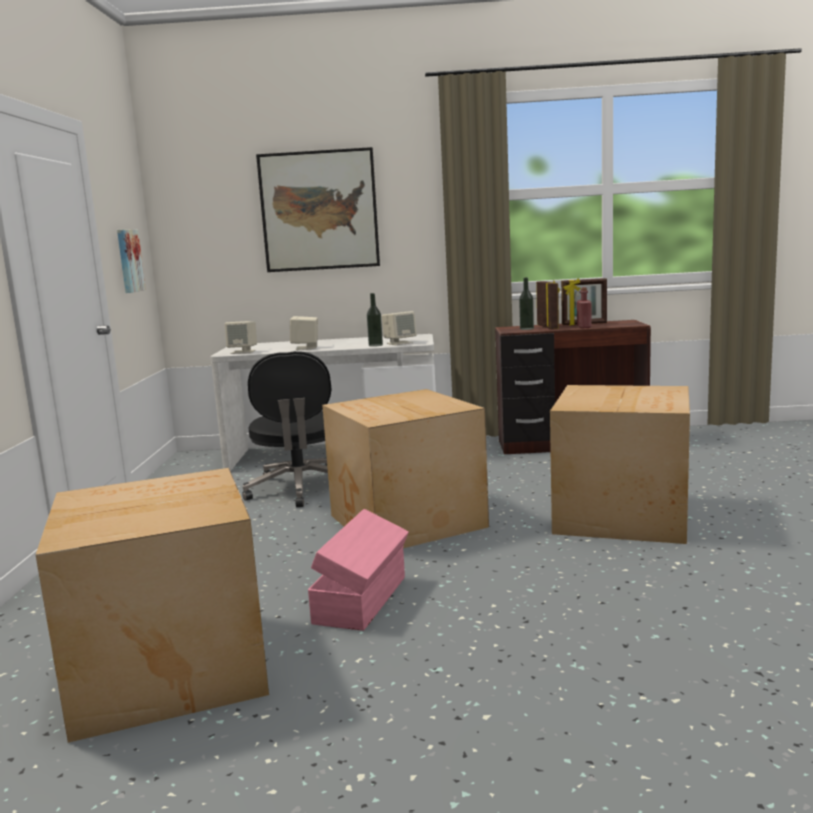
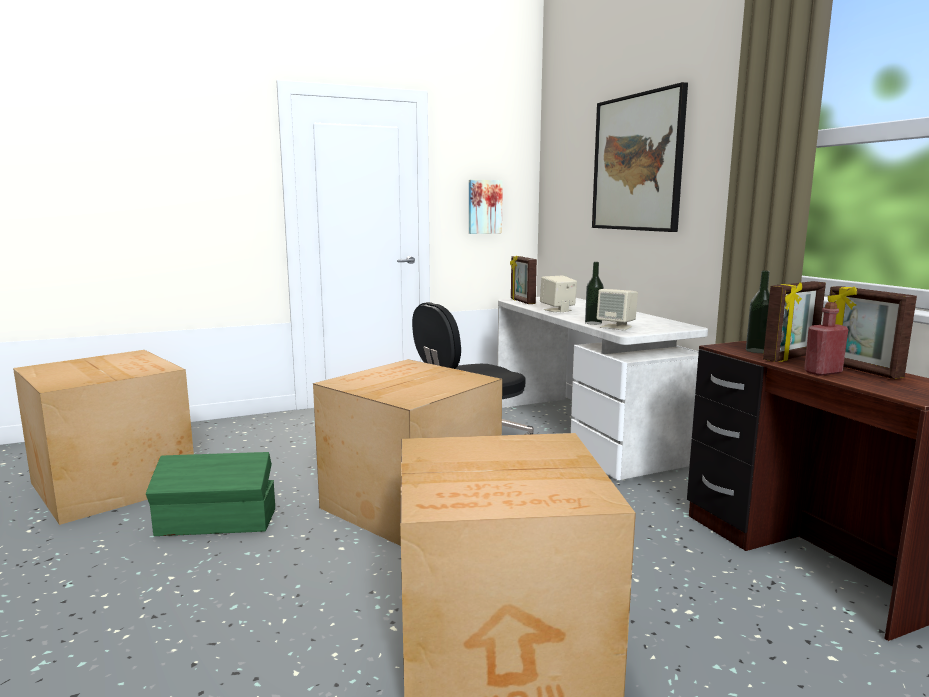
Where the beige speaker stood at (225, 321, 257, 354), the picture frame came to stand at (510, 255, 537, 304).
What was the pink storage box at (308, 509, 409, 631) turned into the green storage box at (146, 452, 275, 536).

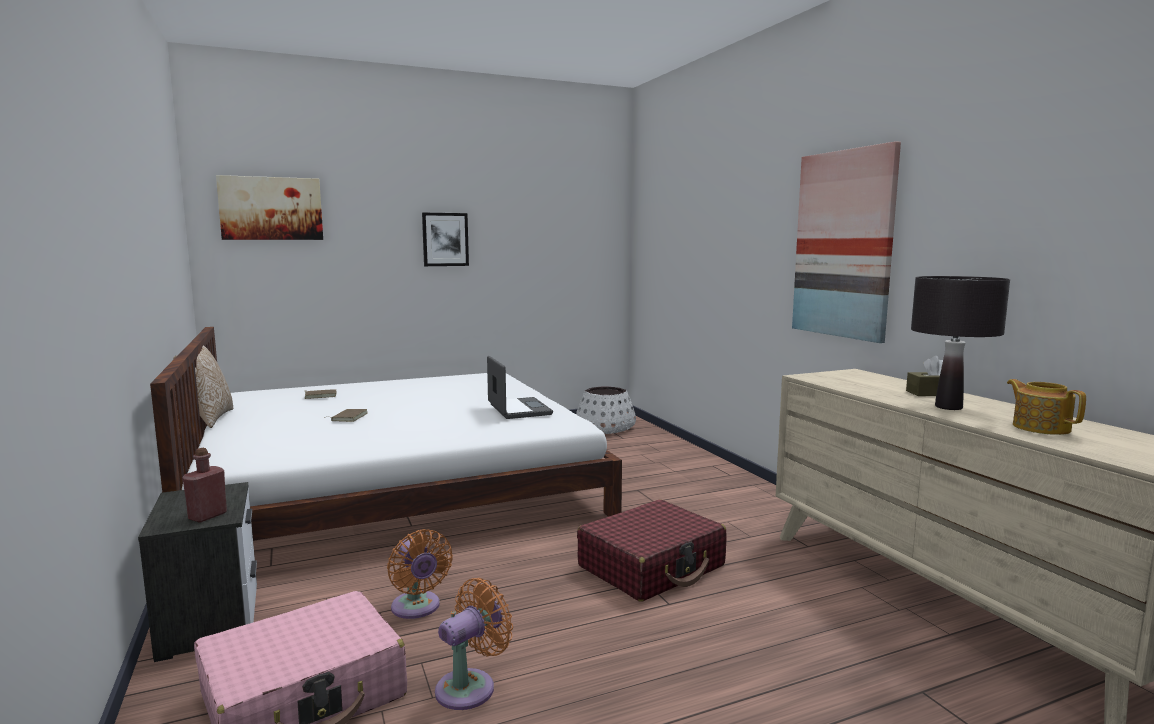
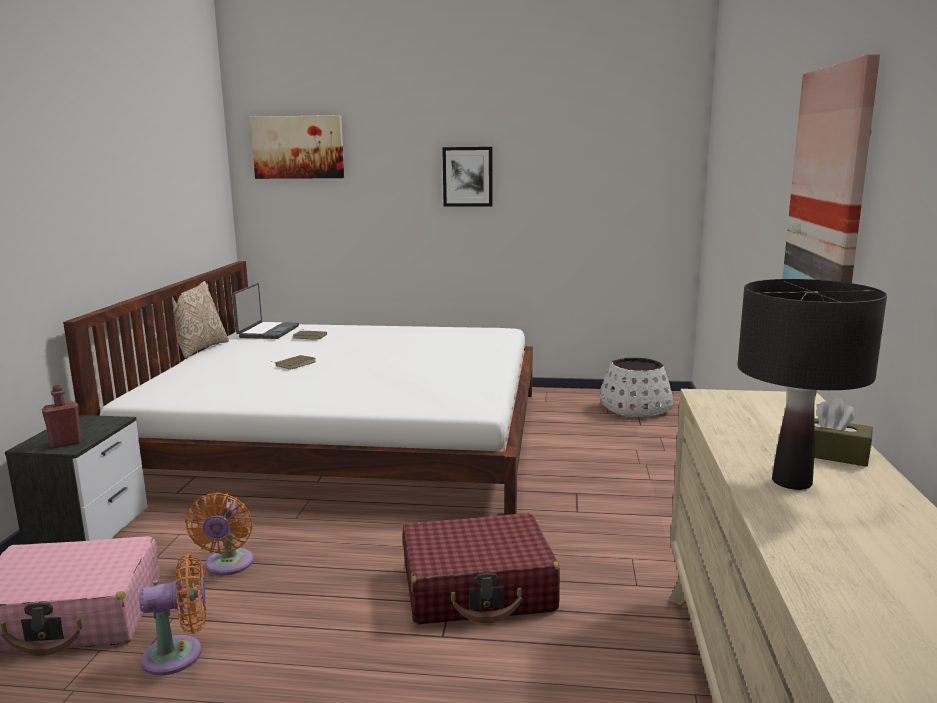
The second view lost the teapot at (1007, 379, 1086, 435).
The laptop ended up elsewhere, having gone from (487, 356, 553, 419) to (233, 283, 299, 339).

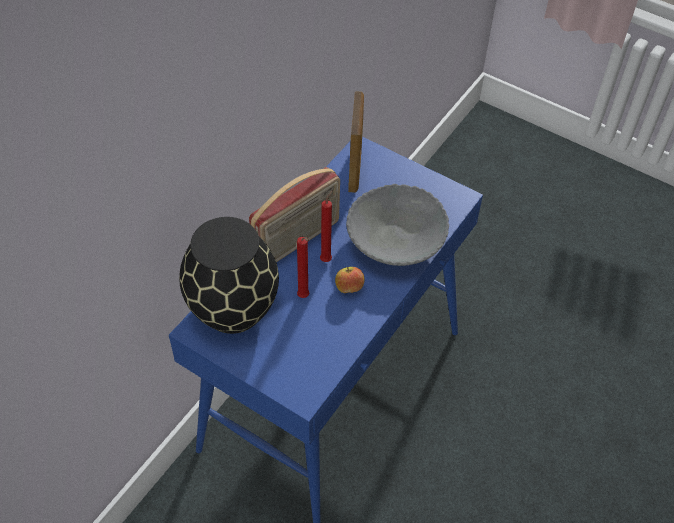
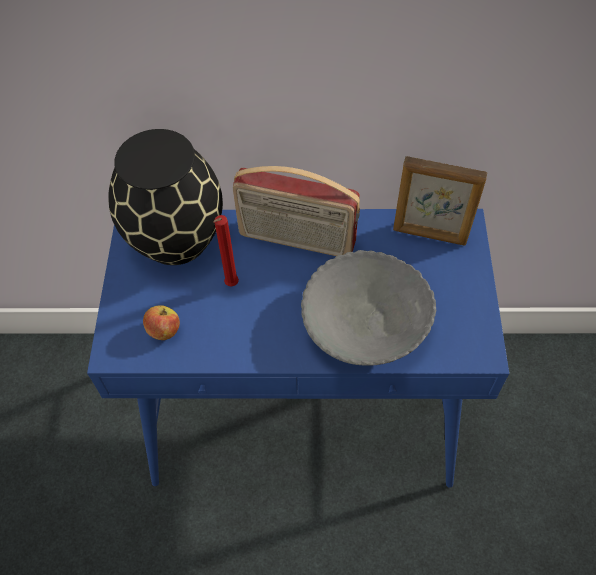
The second view lost the red candle at (320, 190, 333, 262).
The apple ended up elsewhere, having gone from (335, 267, 365, 293) to (143, 305, 180, 340).
The picture frame at (348, 91, 364, 193) ended up facing another way, 45 degrees clockwise from before.

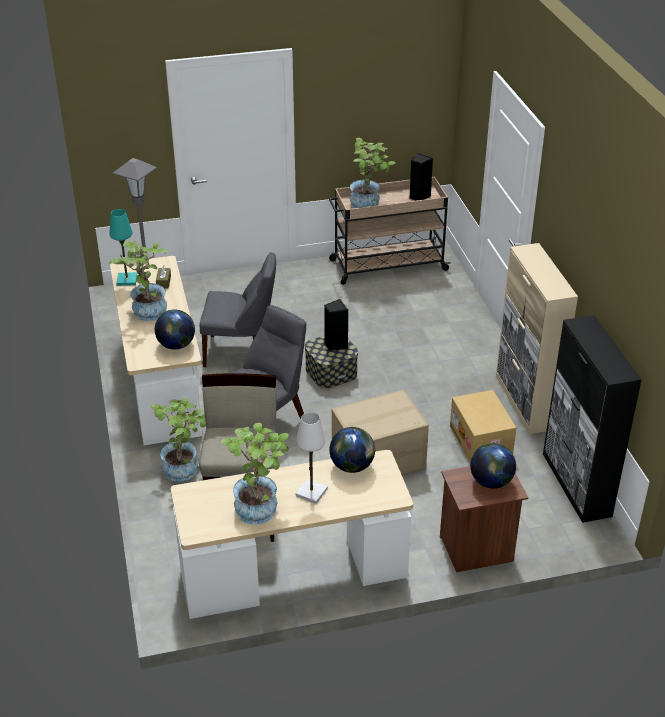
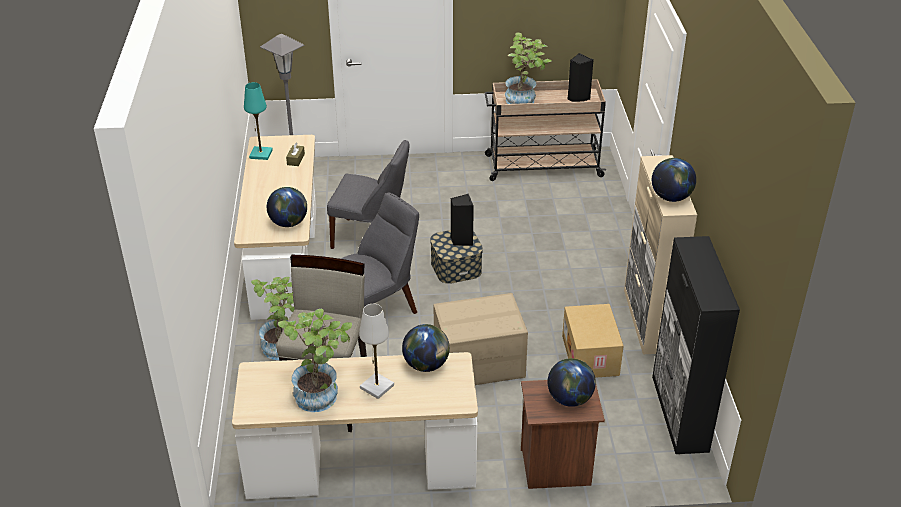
The second view lost the potted plant at (109, 241, 168, 321).
The second view gained the globe at (652, 158, 696, 202).

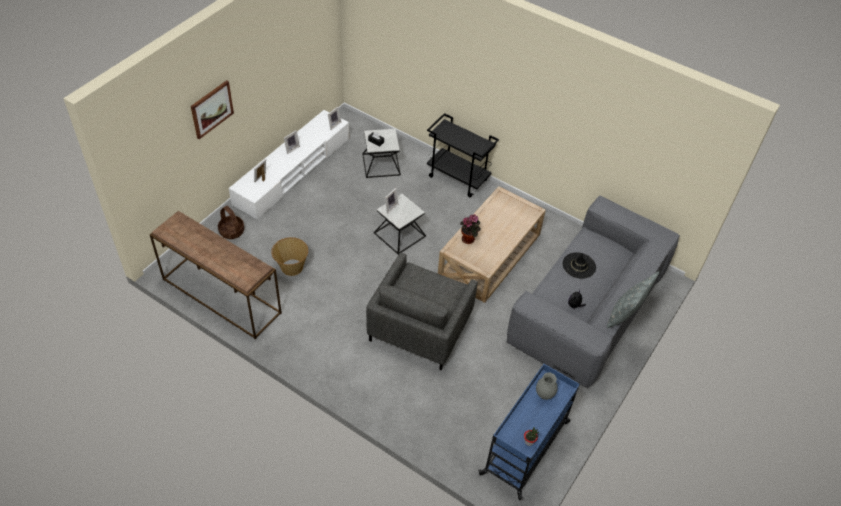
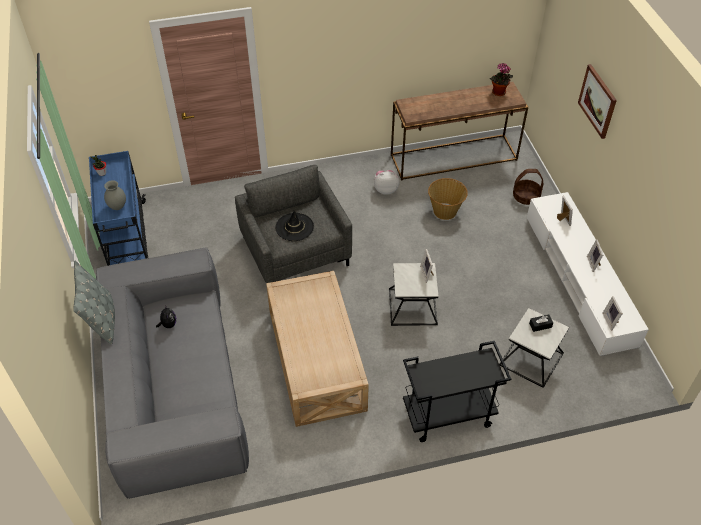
The second view gained the plush toy at (374, 170, 399, 195).
The potted plant ended up elsewhere, having gone from (460, 214, 481, 244) to (489, 63, 513, 96).
The black hat ended up elsewhere, having gone from (563, 252, 596, 279) to (275, 211, 314, 241).

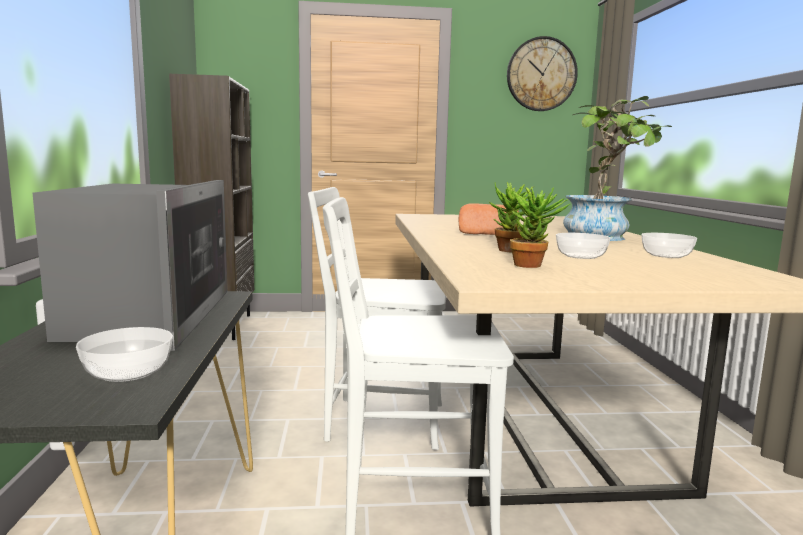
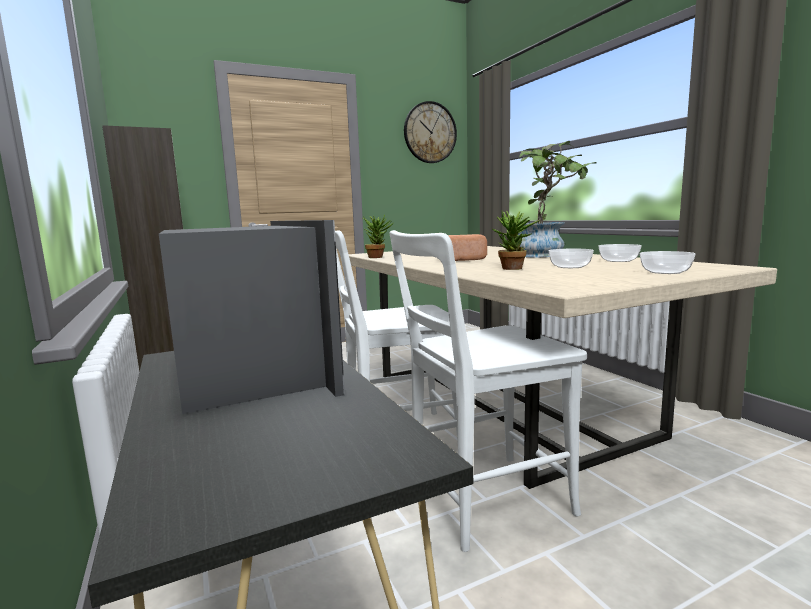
The bowl ended up elsewhere, having gone from (76, 327, 173, 382) to (640, 251, 696, 274).
The potted plant ended up elsewhere, having gone from (510, 187, 570, 268) to (363, 215, 393, 258).

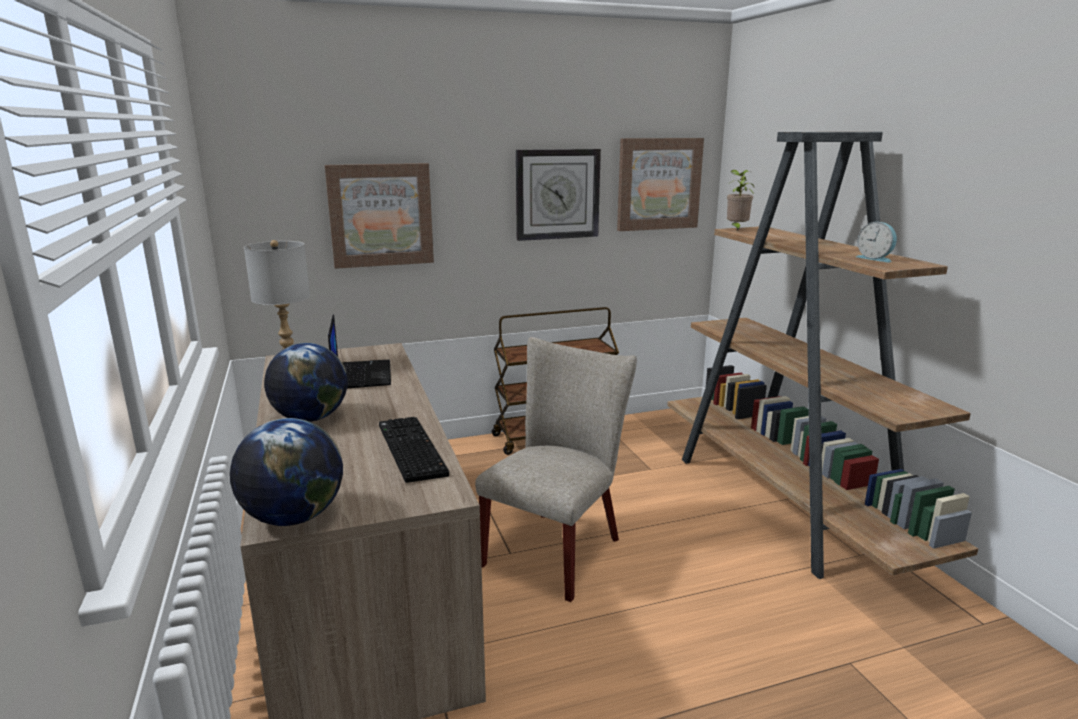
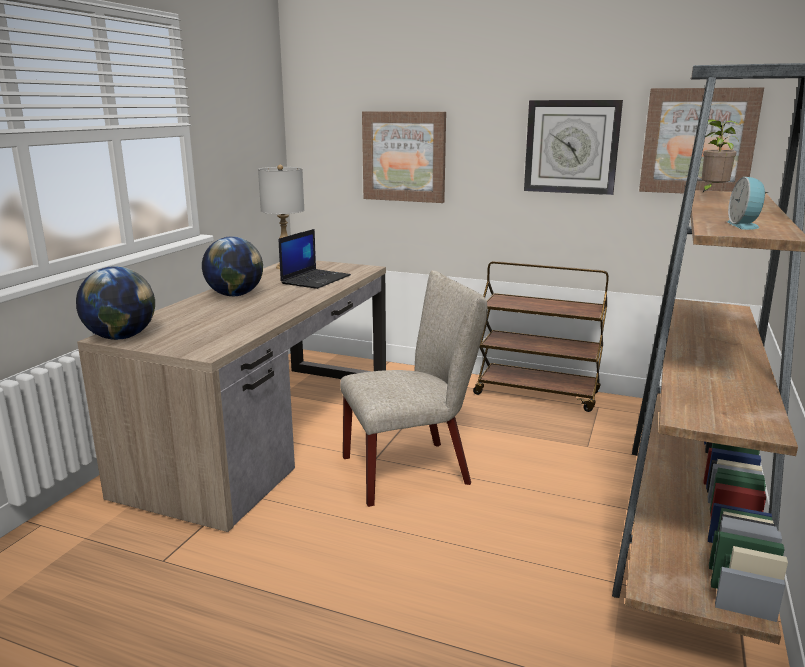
The second view lost the keyboard at (379, 417, 449, 483).

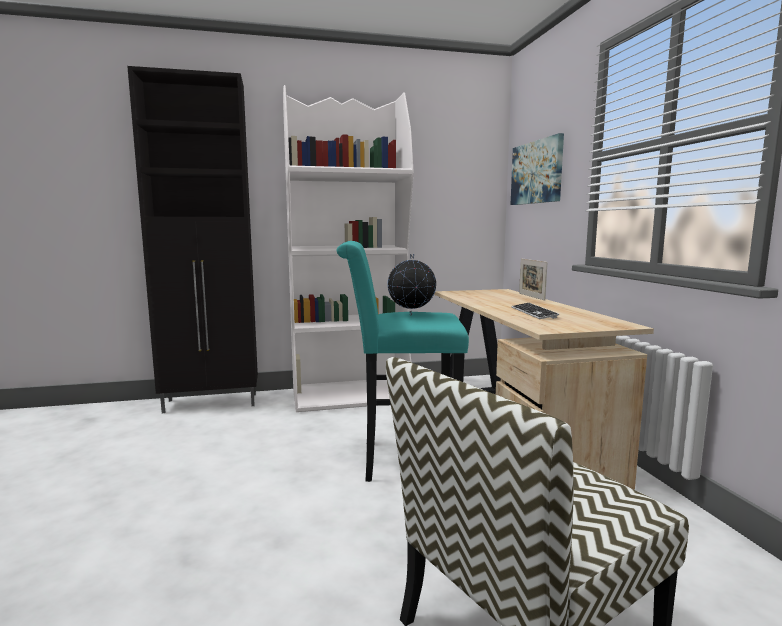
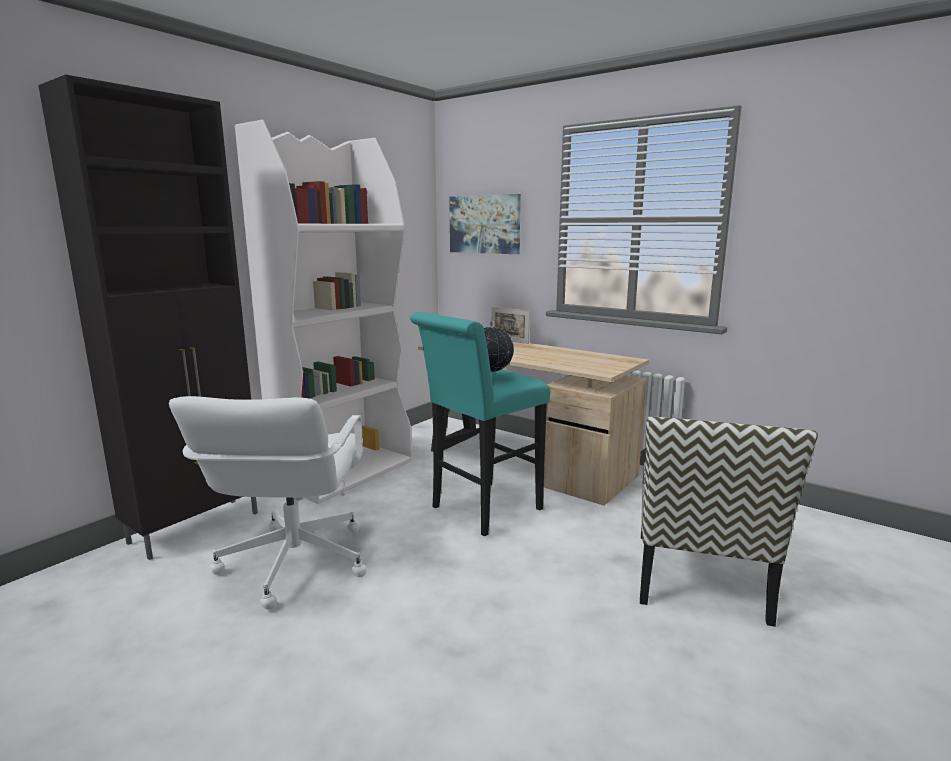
The second view lost the keyboard at (511, 303, 559, 319).
The second view gained the white office chair at (169, 396, 367, 610).

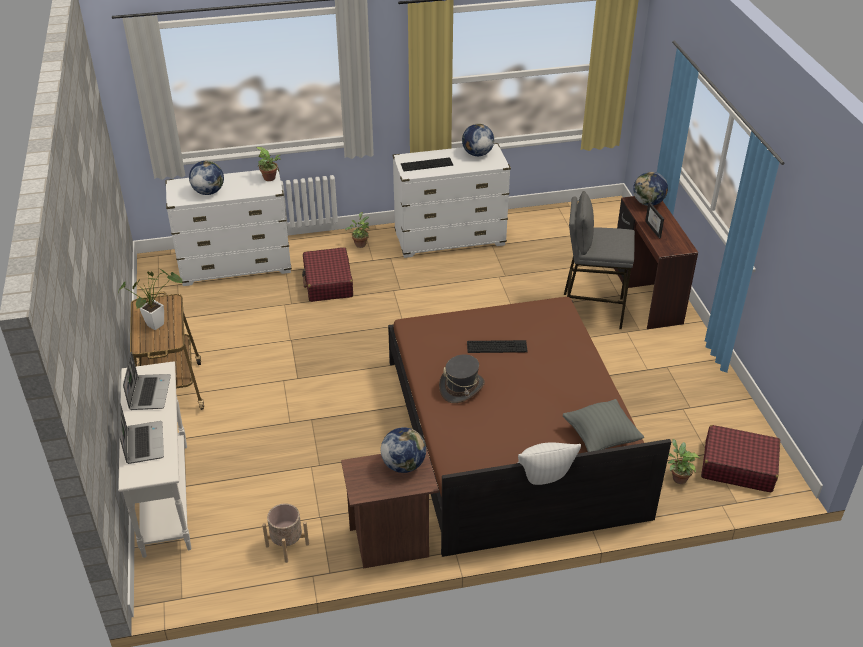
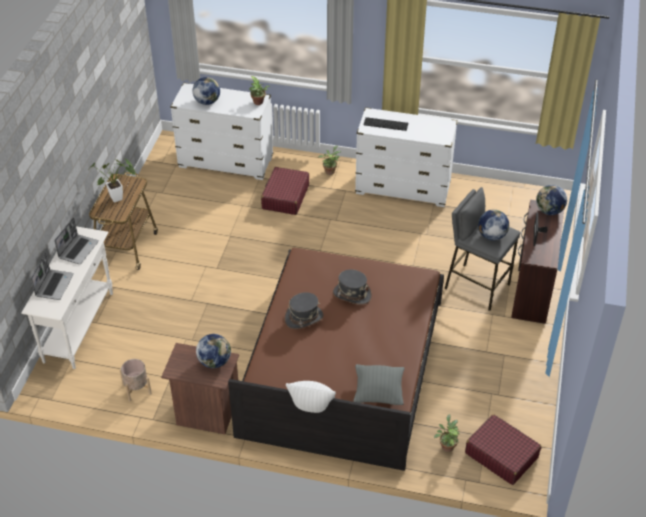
The globe ended up elsewhere, having gone from (462, 124, 494, 156) to (478, 209, 509, 240).
Where the keyboard stood at (467, 340, 528, 353), the grey hat came to stand at (333, 270, 372, 305).

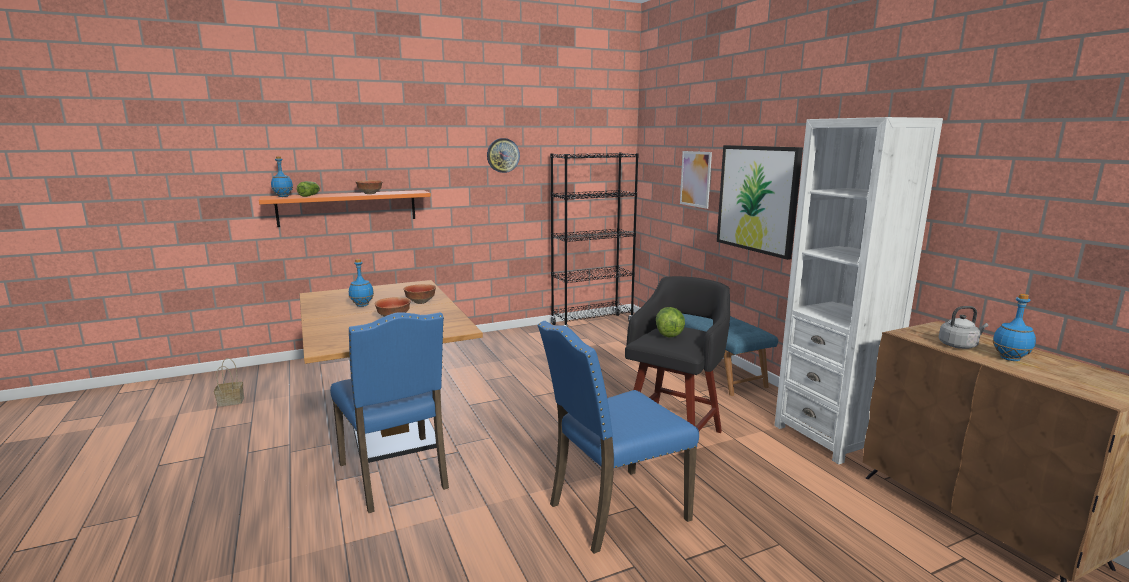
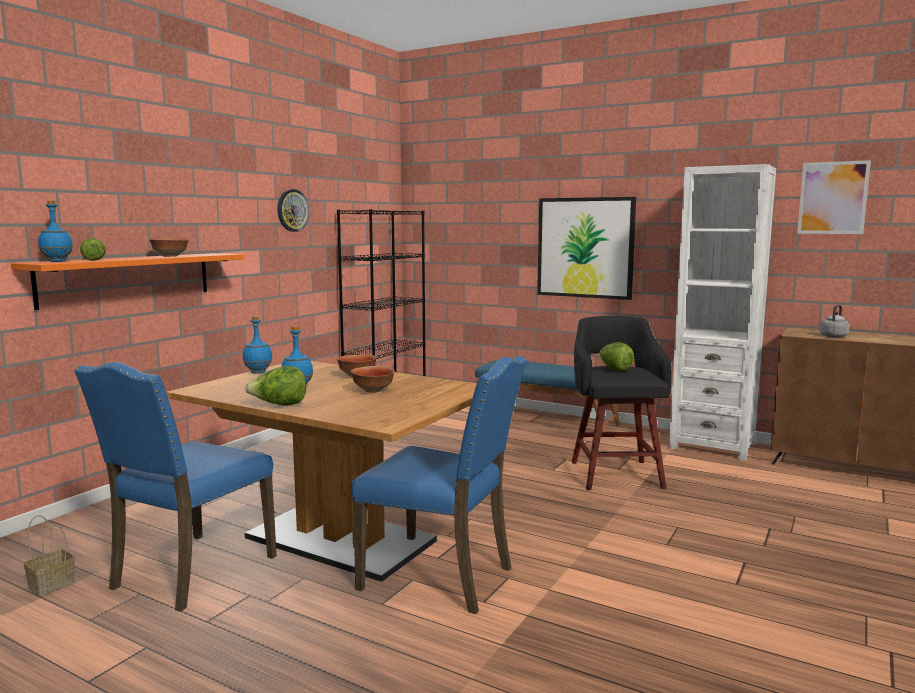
The second view gained the lettuce at (245, 366, 307, 406).
The blue chair ended up elsewhere, having gone from (537, 321, 699, 554) to (74, 362, 277, 612).
The picture ended up elsewhere, having gone from (680, 151, 712, 209) to (797, 160, 871, 234).
The blue bottle ended up elsewhere, having gone from (993, 294, 1036, 361) to (243, 316, 273, 374).

